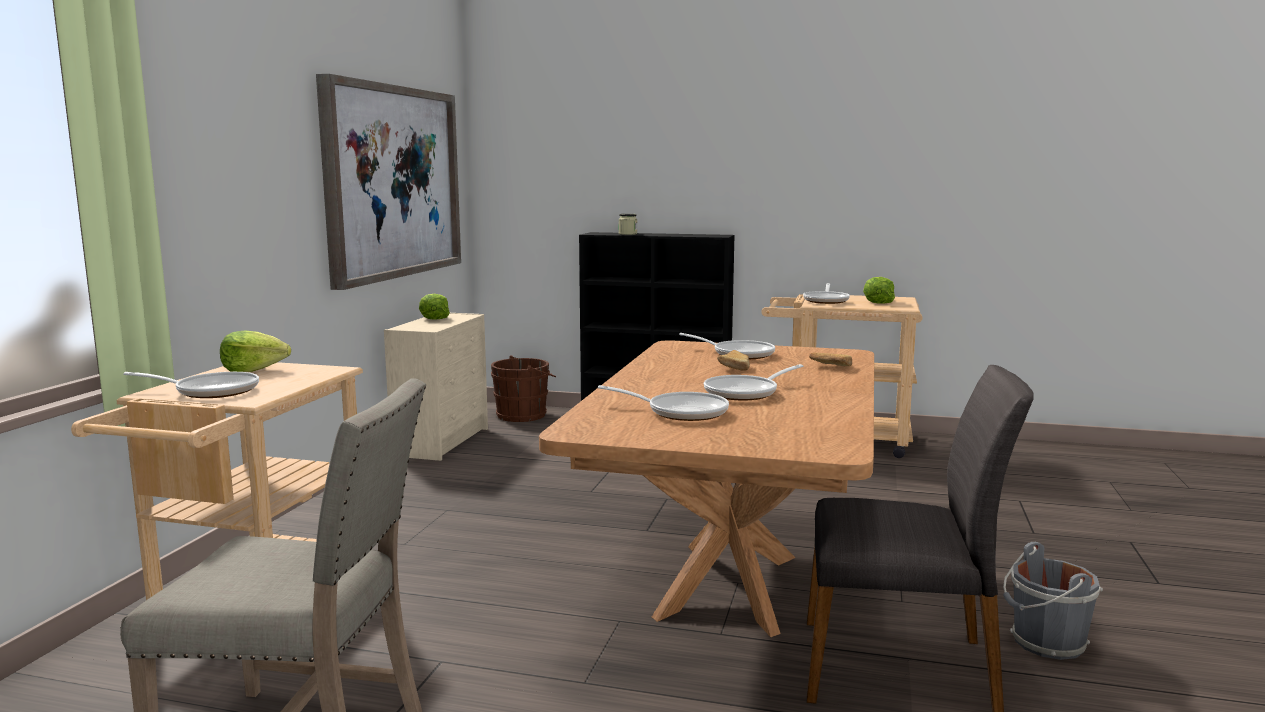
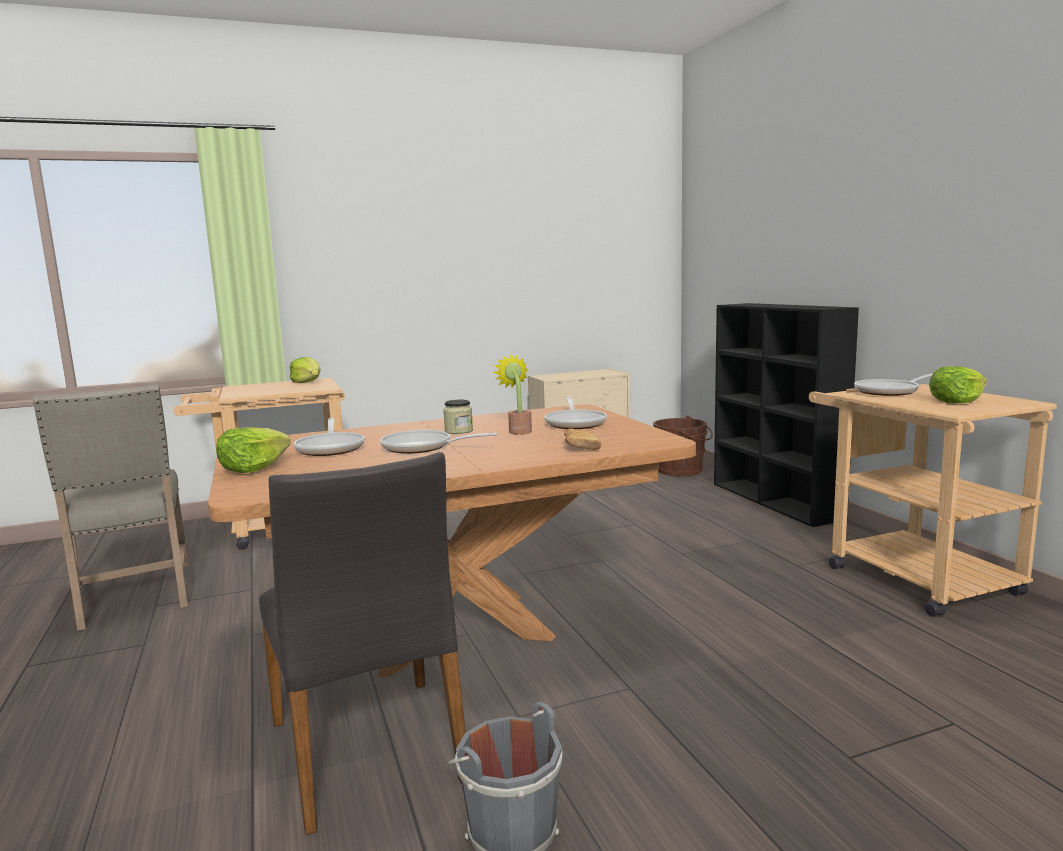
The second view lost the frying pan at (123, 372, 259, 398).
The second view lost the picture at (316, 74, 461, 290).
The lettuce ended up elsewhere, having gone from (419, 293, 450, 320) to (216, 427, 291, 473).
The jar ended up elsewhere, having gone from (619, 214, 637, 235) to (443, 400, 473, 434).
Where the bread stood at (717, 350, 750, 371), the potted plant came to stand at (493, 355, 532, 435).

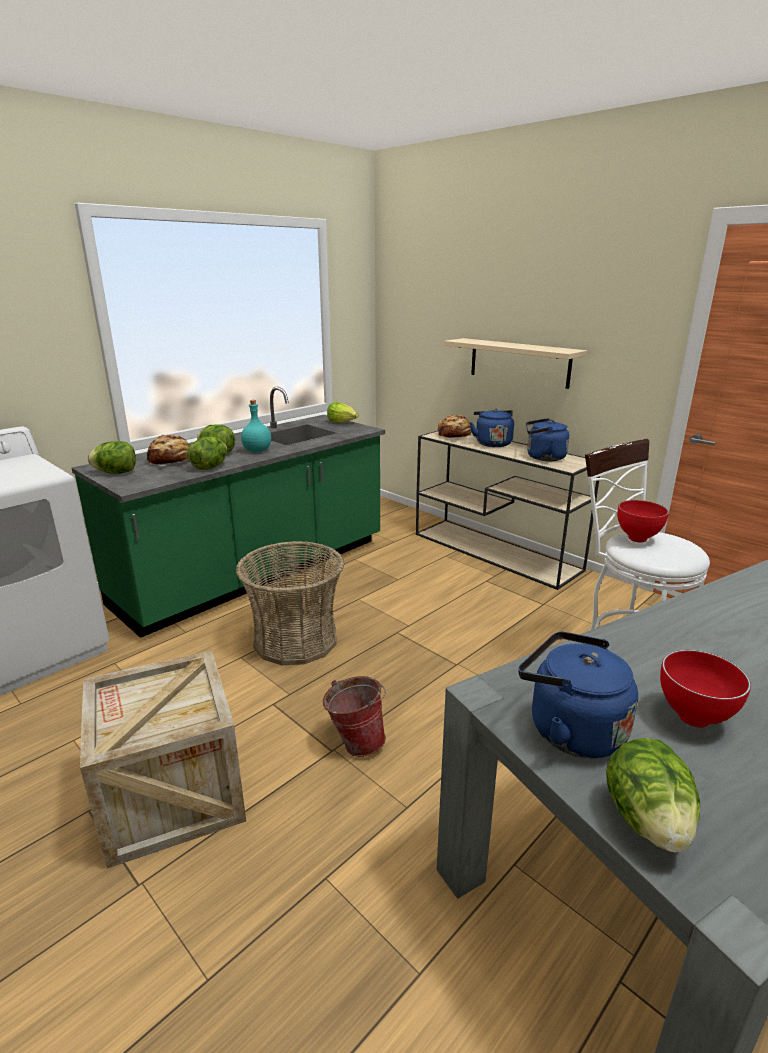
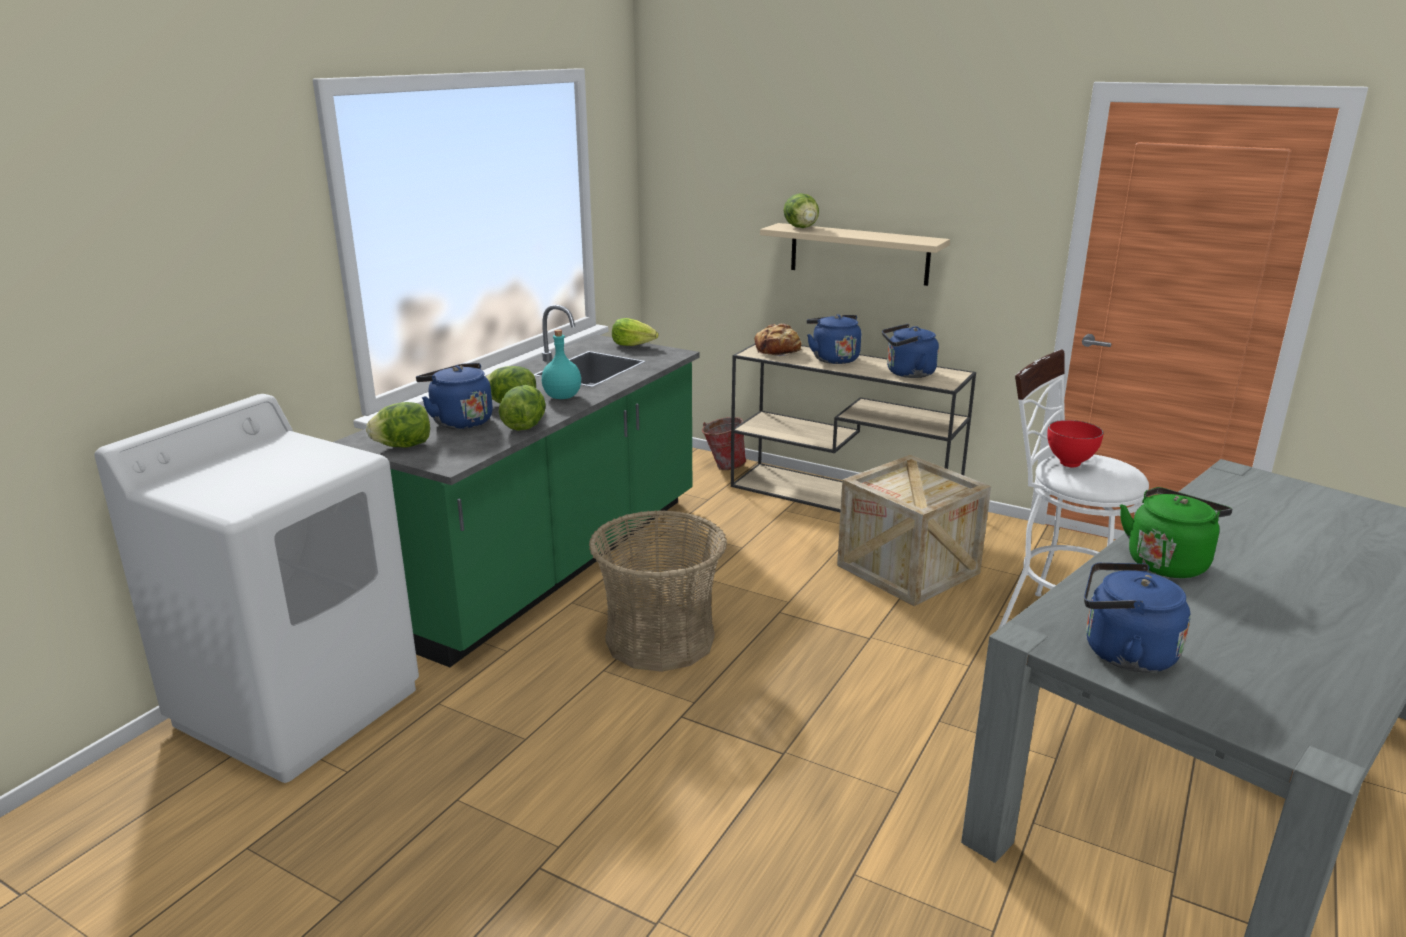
The second view lost the red bowl at (660, 650, 751, 728).
The second view gained the green kettle at (1120, 487, 1232, 578).
The crate ended up elsewhere, having gone from (80, 650, 246, 868) to (837, 455, 991, 606).
The bucket ended up elsewhere, having gone from (323, 676, 386, 757) to (702, 417, 746, 470).
The lettuce ended up elsewhere, having gone from (606, 738, 700, 853) to (783, 193, 819, 228).
Where the bread stood at (147, 434, 190, 466), the blue kettle came to stand at (416, 363, 493, 429).

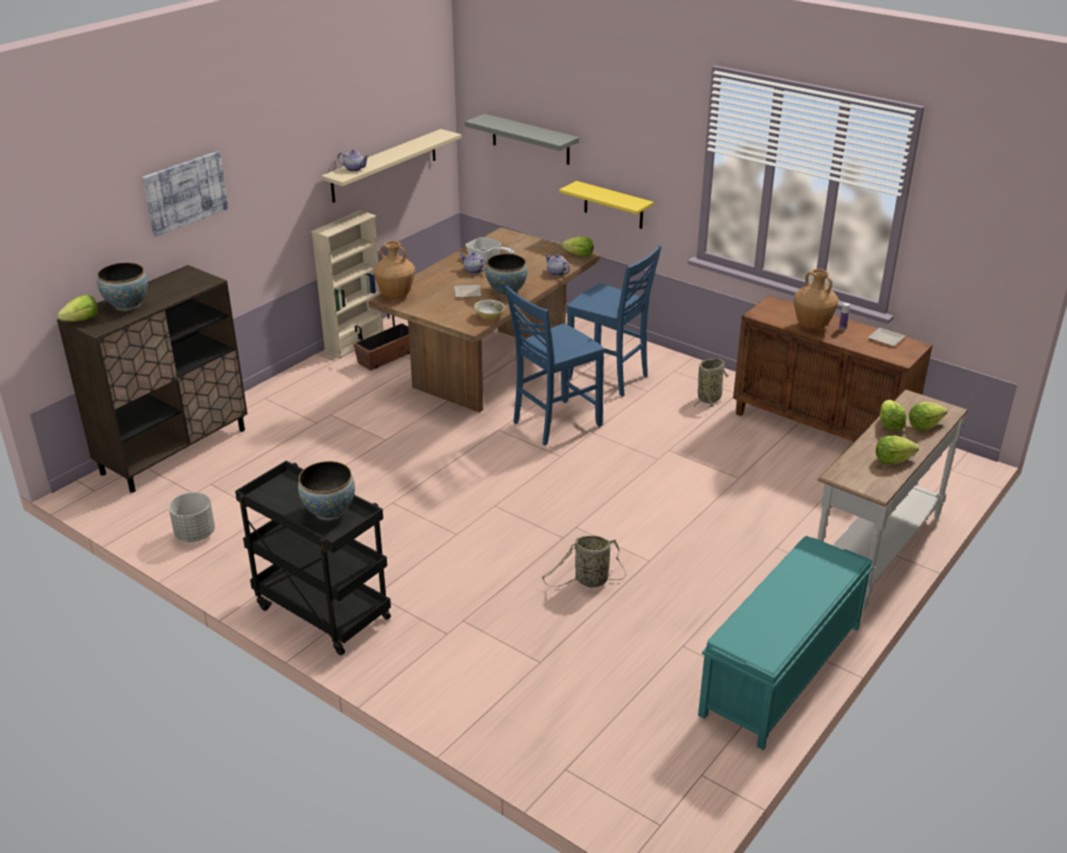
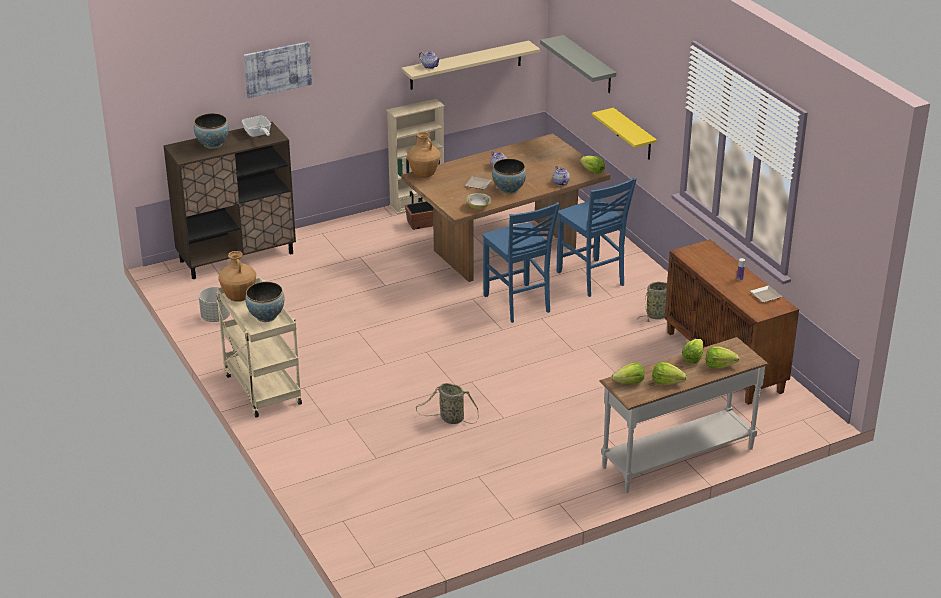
The second view lost the turquoise bench at (698, 536, 873, 750).
The lettuce ended up elsewhere, having gone from (57, 295, 98, 322) to (612, 363, 645, 384).
The frying pan ended up elsewhere, having gone from (466, 237, 514, 260) to (242, 116, 271, 137).
The brown vase ended up elsewhere, having gone from (793, 269, 839, 330) to (218, 251, 256, 302).
What was the black cart at (235, 461, 391, 655) turned into the beige cart at (216, 277, 302, 418).
The blue chair at (505, 285, 604, 446) ended up facing another way, 105 degrees counterclockwise from before.

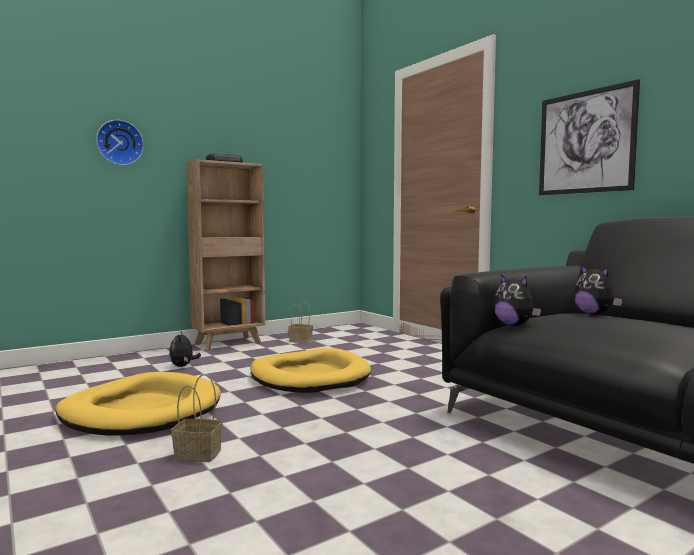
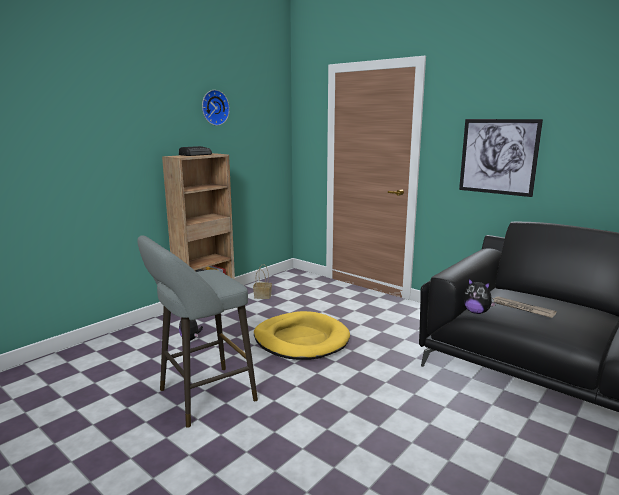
The second view lost the basket at (171, 374, 222, 462).
The second view lost the plush toy at (574, 265, 622, 315).
The second view gained the newspaper at (494, 296, 557, 318).
The wall clock ended up elsewhere, having gone from (96, 120, 144, 165) to (202, 90, 230, 126).
Where the yellow dog bed stood at (55, 372, 221, 436), the grey stool came to stand at (137, 236, 258, 428).

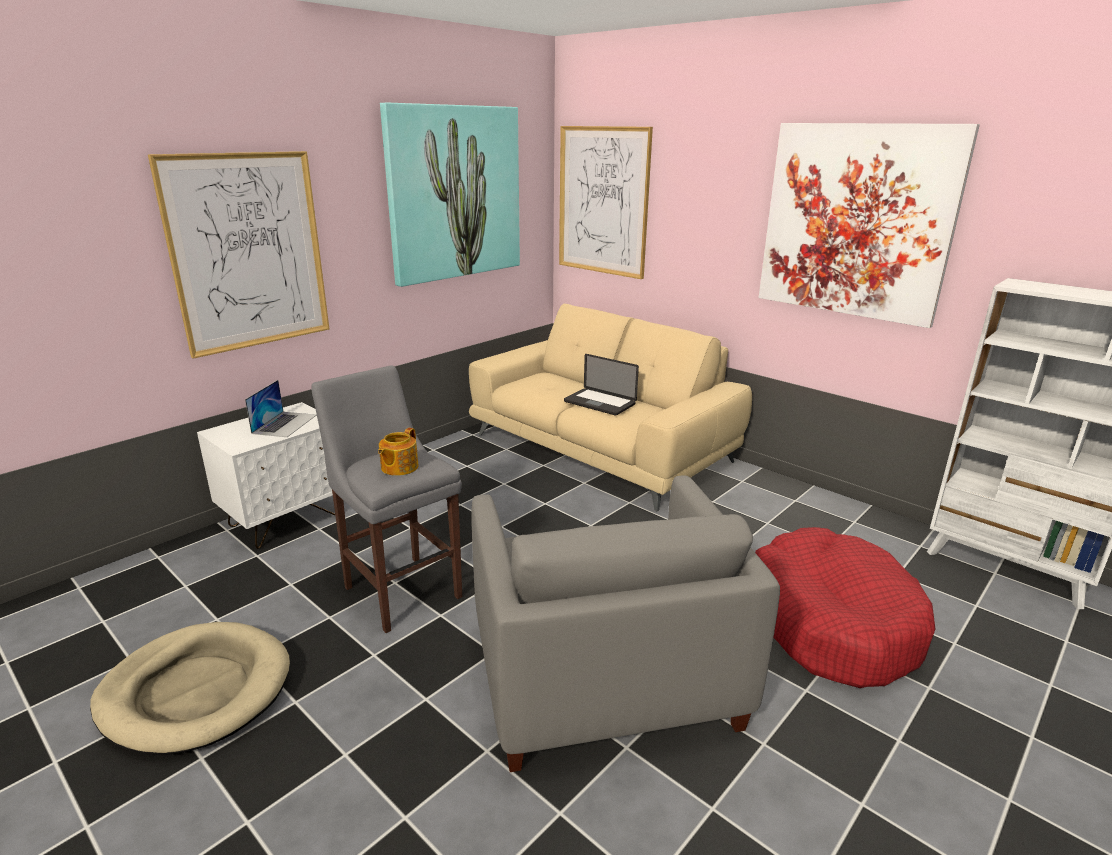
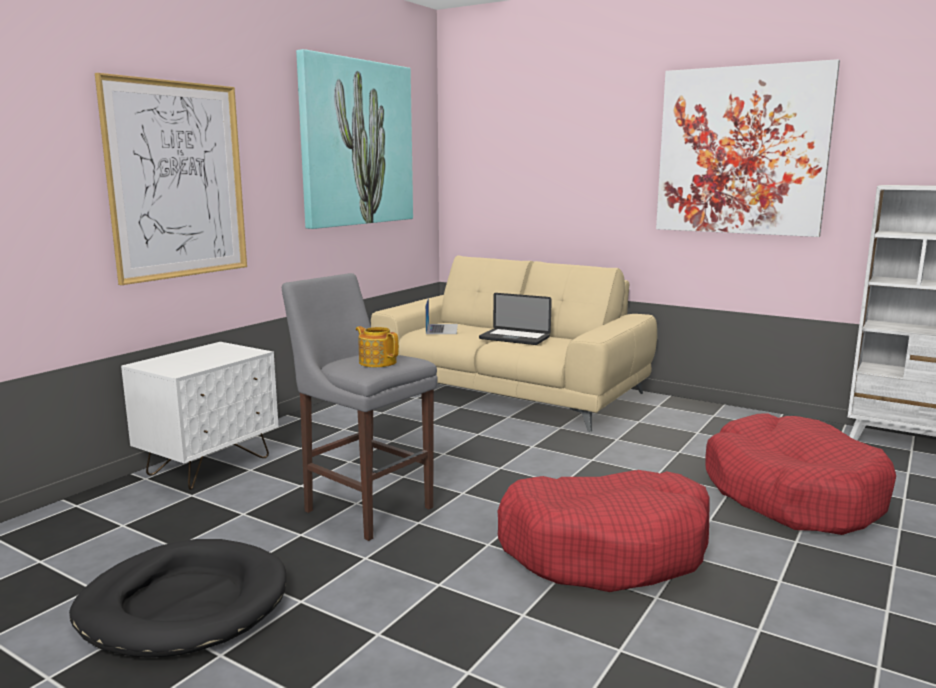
The second view lost the picture at (559, 126, 653, 279).
The laptop ended up elsewhere, having gone from (245, 380, 316, 437) to (425, 297, 458, 334).
Where the grey armchair stood at (471, 476, 780, 772), the red dog bed came to stand at (497, 470, 709, 592).
What was the beige dog bed at (90, 622, 290, 755) turned into the black dog bed at (69, 539, 286, 658).
The teapot at (378, 428, 419, 476) ended up facing another way, 120 degrees clockwise from before.

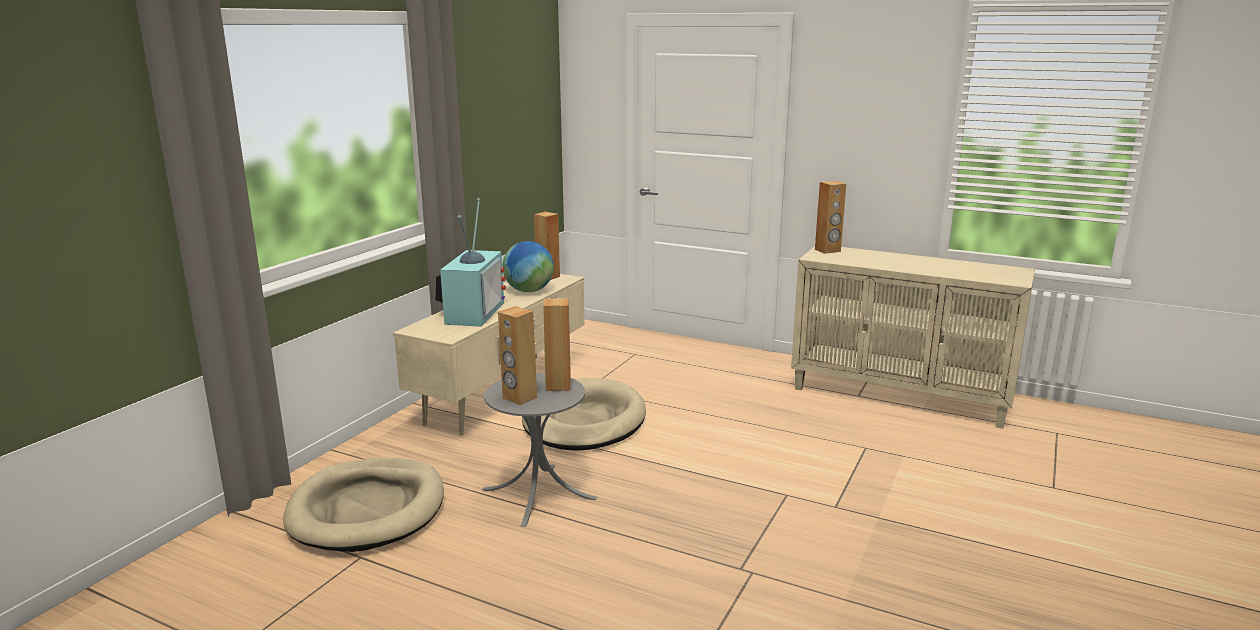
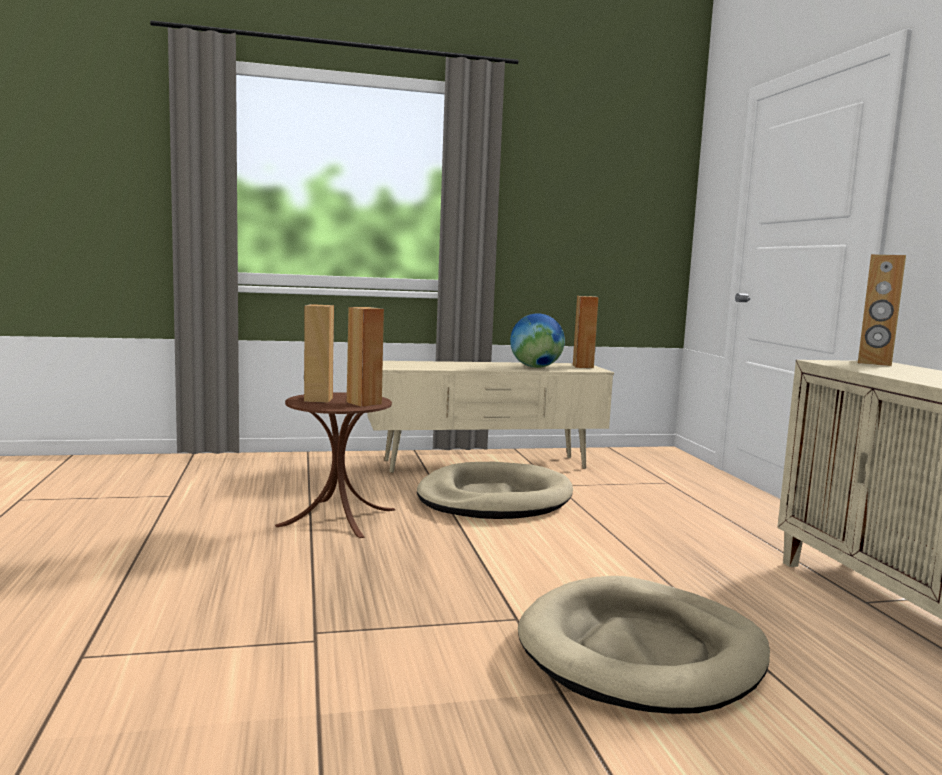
The second view lost the television at (436, 198, 506, 327).
The beige dog bed ended up elsewhere, having gone from (283, 458, 444, 552) to (518, 576, 770, 714).
What was the grey side table at (482, 373, 597, 527) turned into the brown side table at (275, 392, 396, 538).

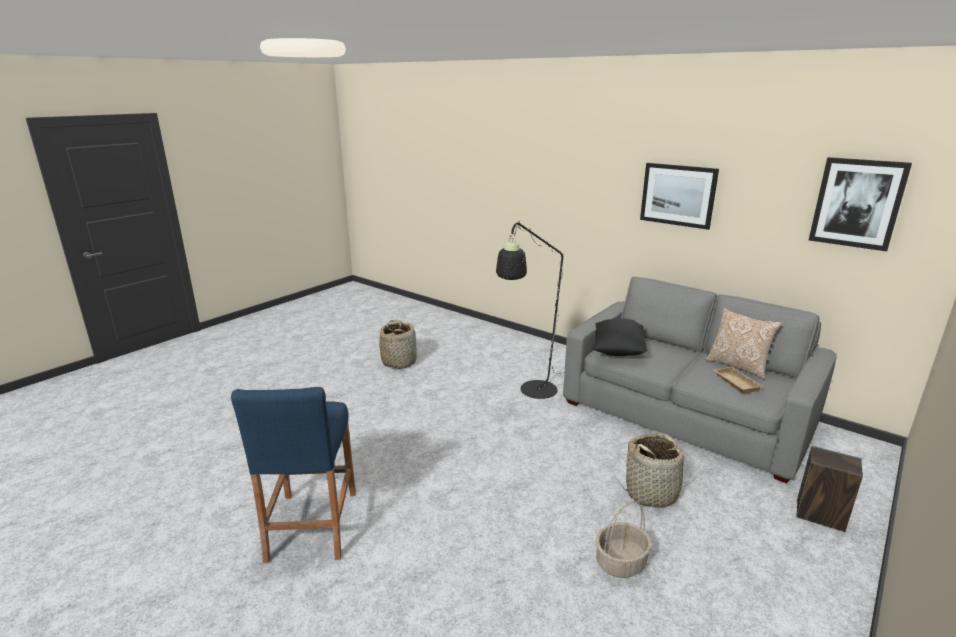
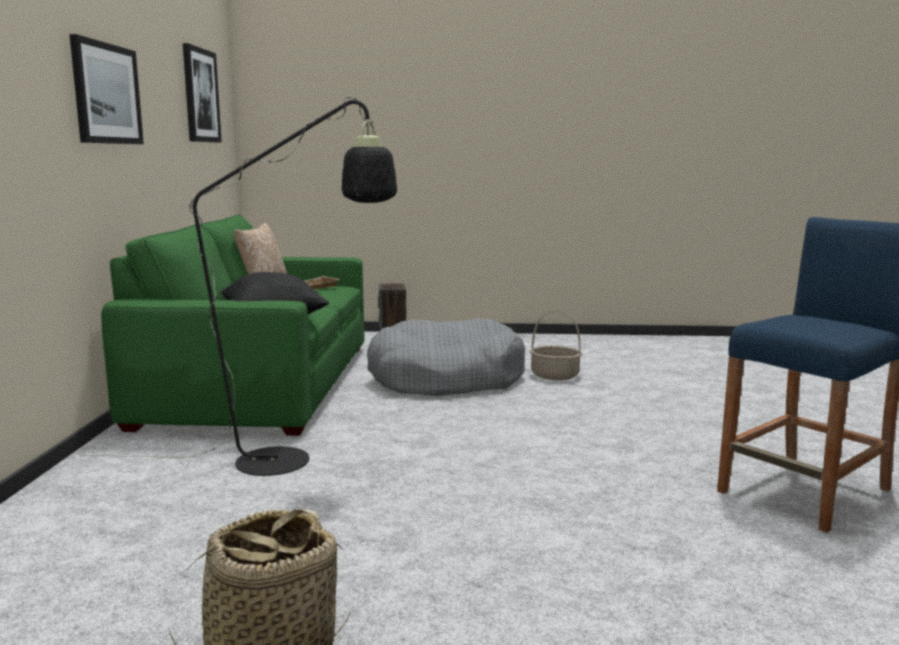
Where the basket stood at (620, 432, 696, 508), the grey dog bed came to stand at (367, 318, 525, 396).
What was the grey sofa at (563, 277, 837, 483) turned into the green sofa at (101, 214, 365, 436).

